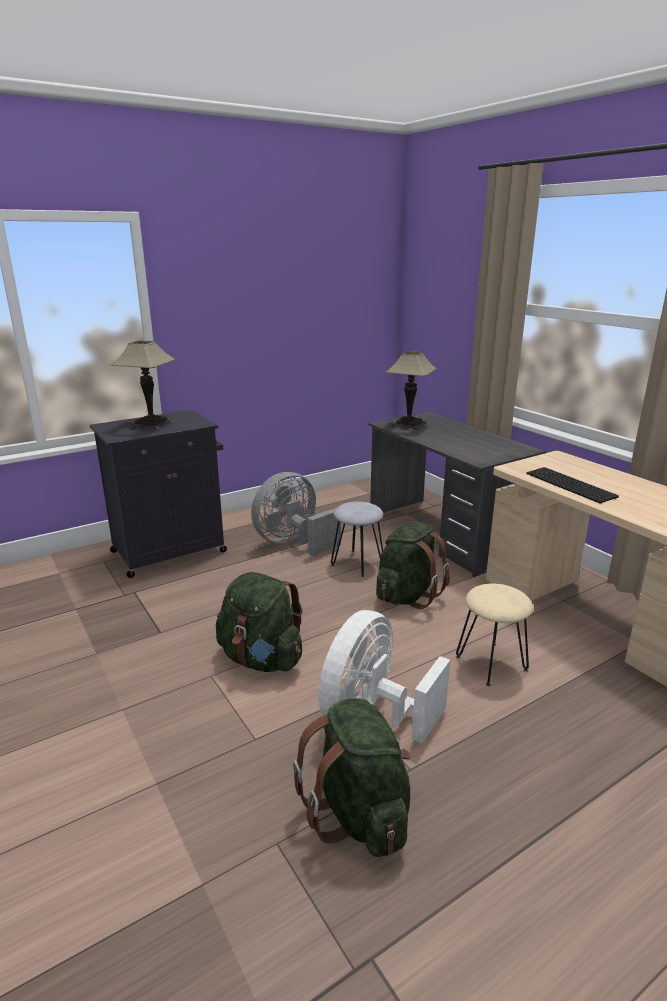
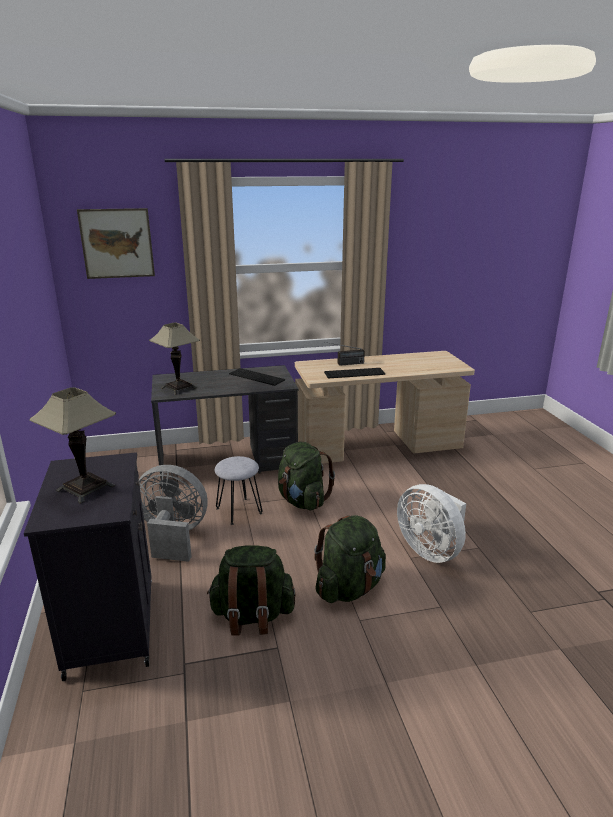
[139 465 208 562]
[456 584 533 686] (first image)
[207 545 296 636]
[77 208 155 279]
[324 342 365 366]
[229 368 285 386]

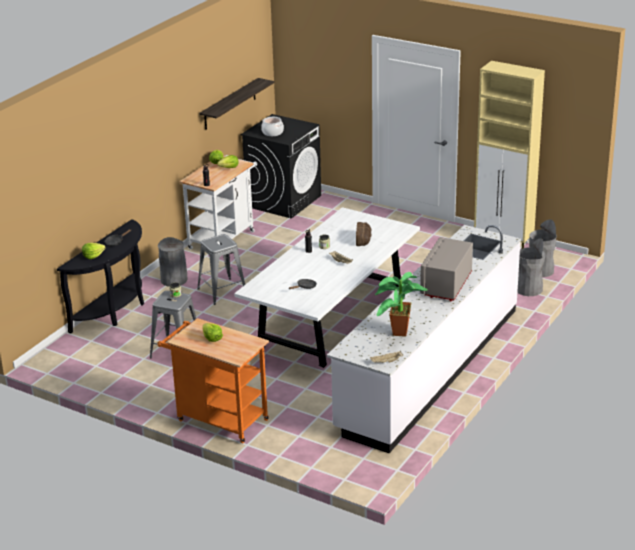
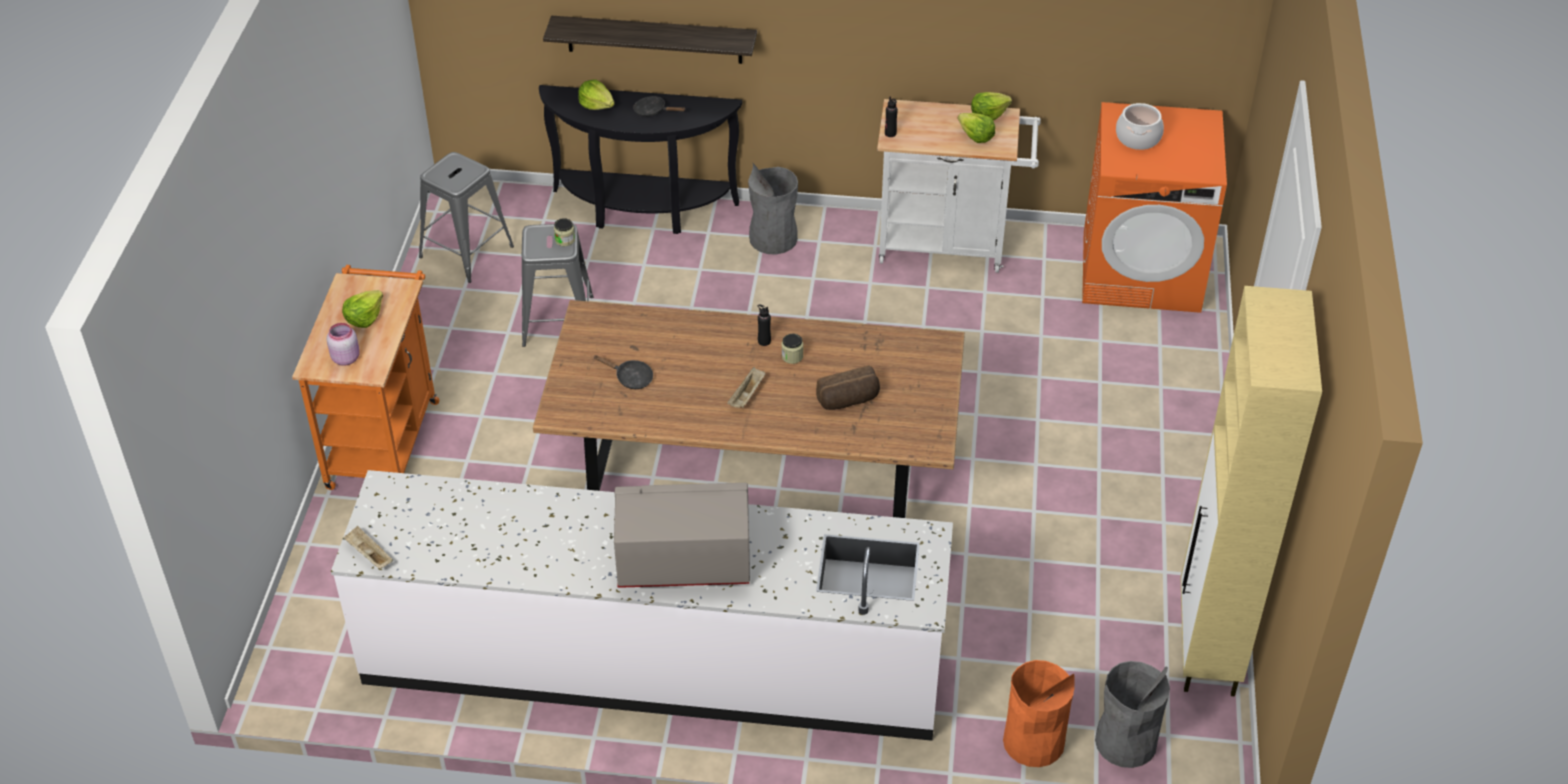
[543 16 757 64]
[1082 102 1227 313]
[533 300 965 518]
[419 152 514 283]
[1003 660 1075 767]
[374 272 428 337] (first image)
[327 323 360 366]

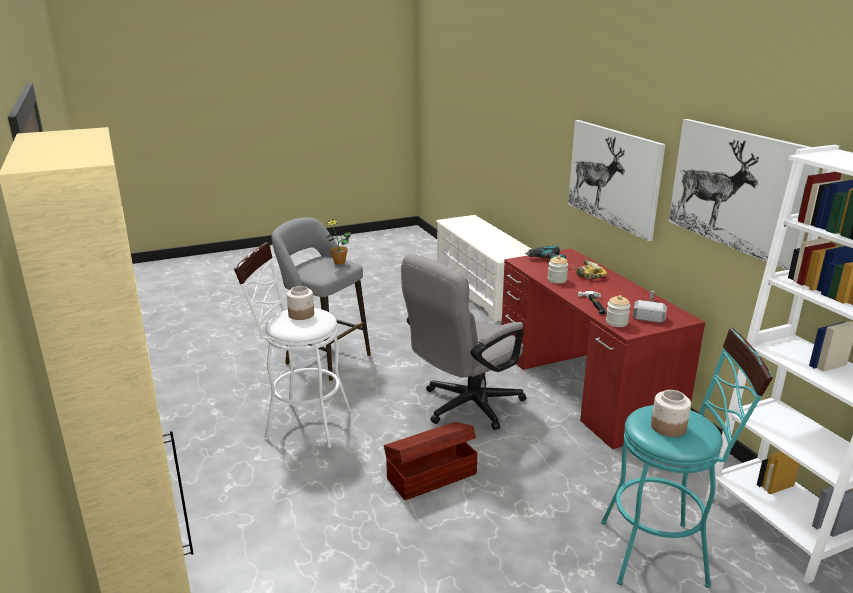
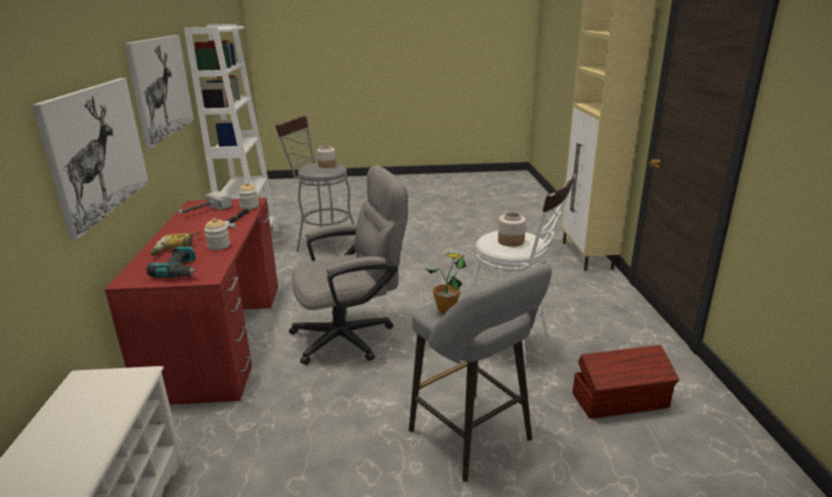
[275 116 354 257]
[573 345 679 419]

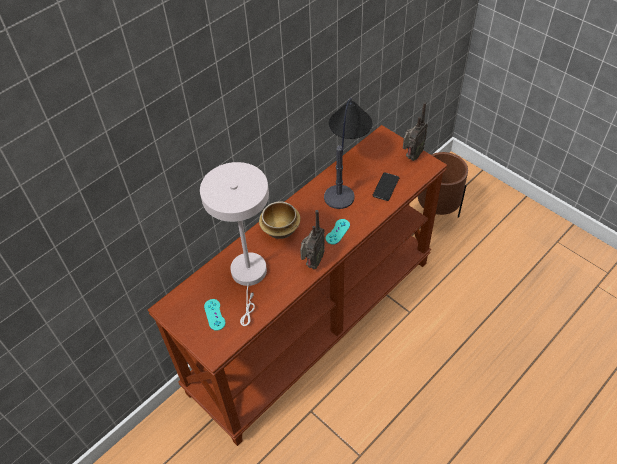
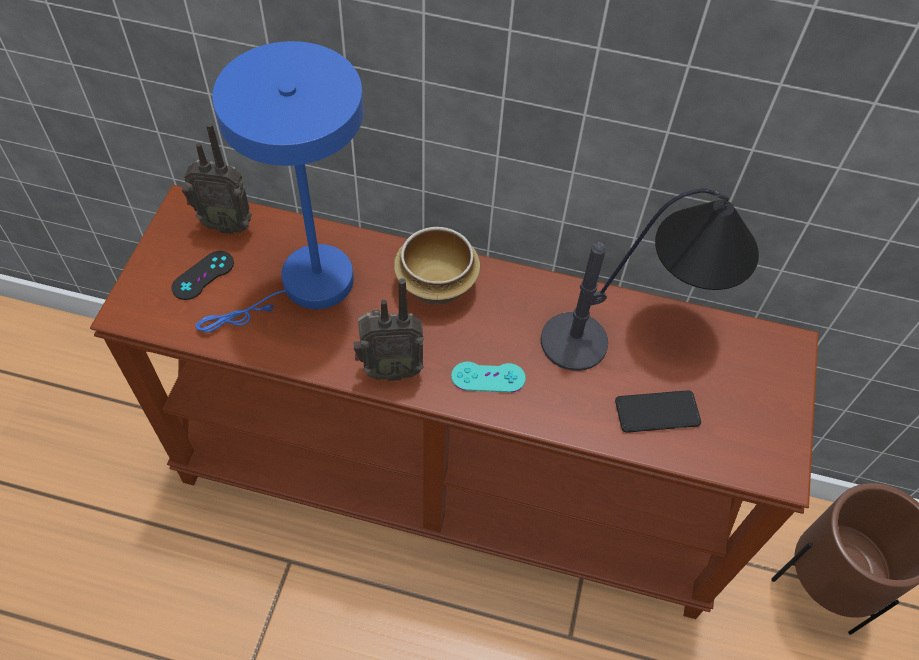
[182 123 252 234]
[195 41 364 332]
[171 251 234 300]

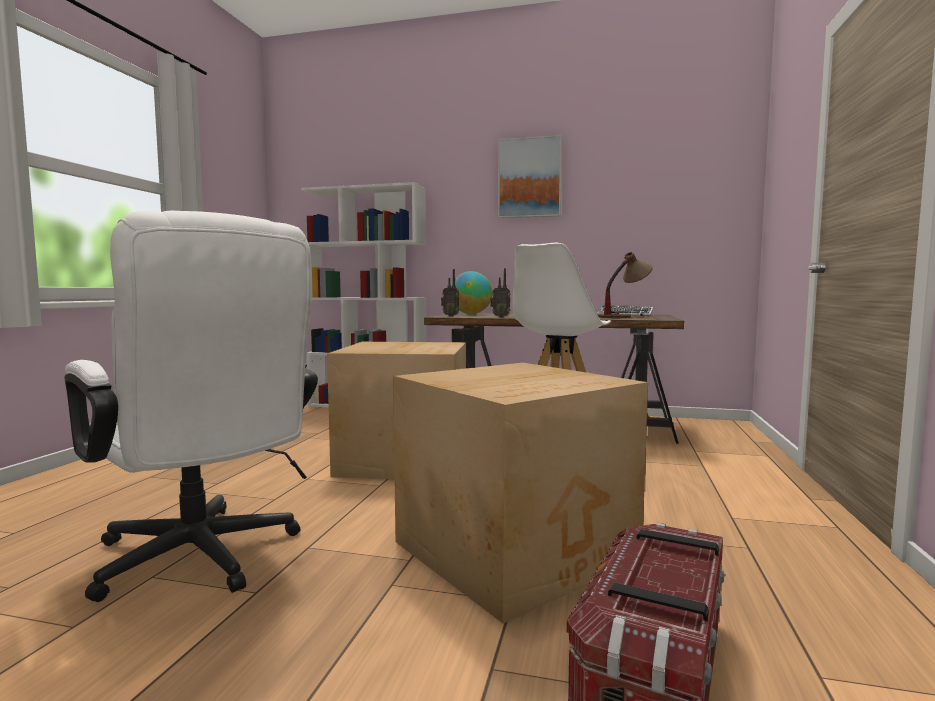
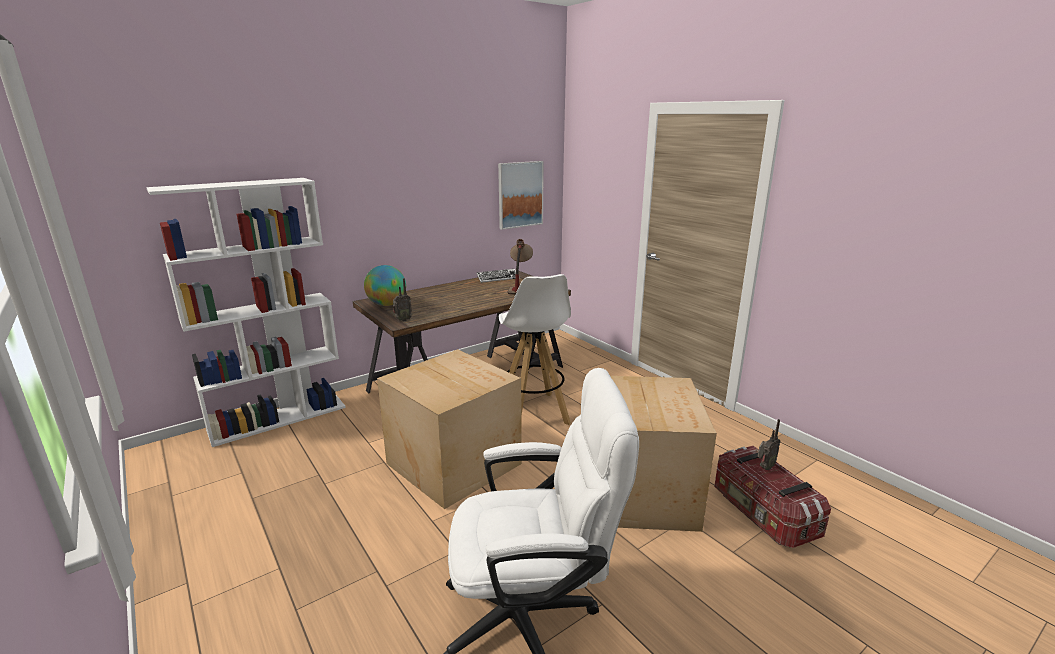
[498 161 544 230]
[757 419 780 470]

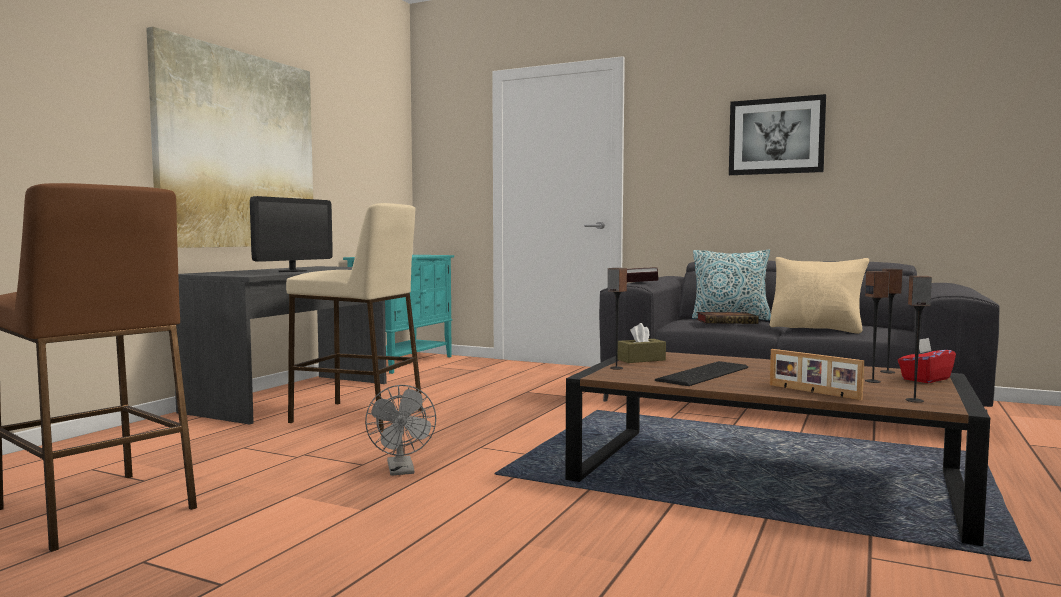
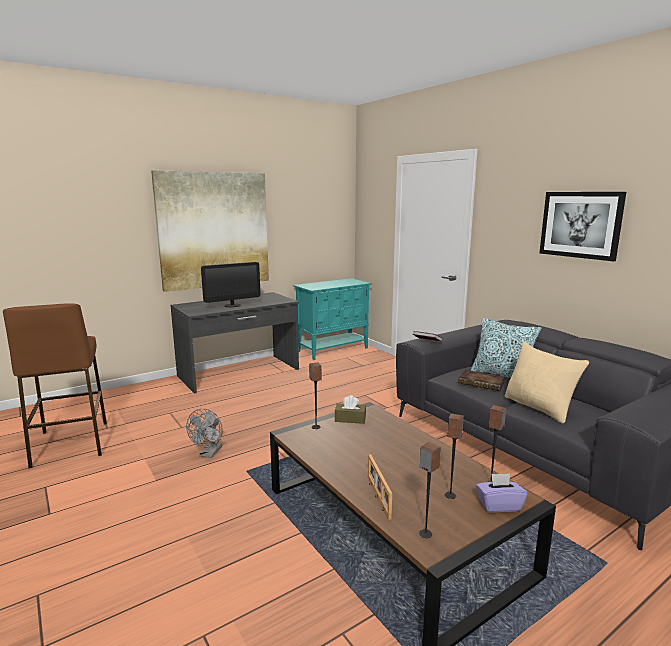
[286 203 423 432] (first image)
[476 474 528 513]
[655 361 748 386] (first image)

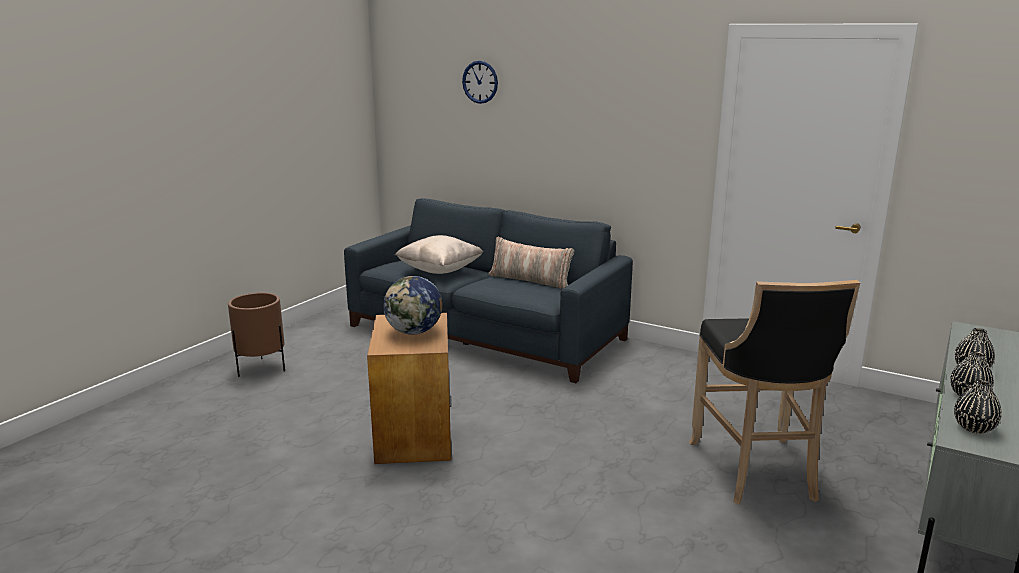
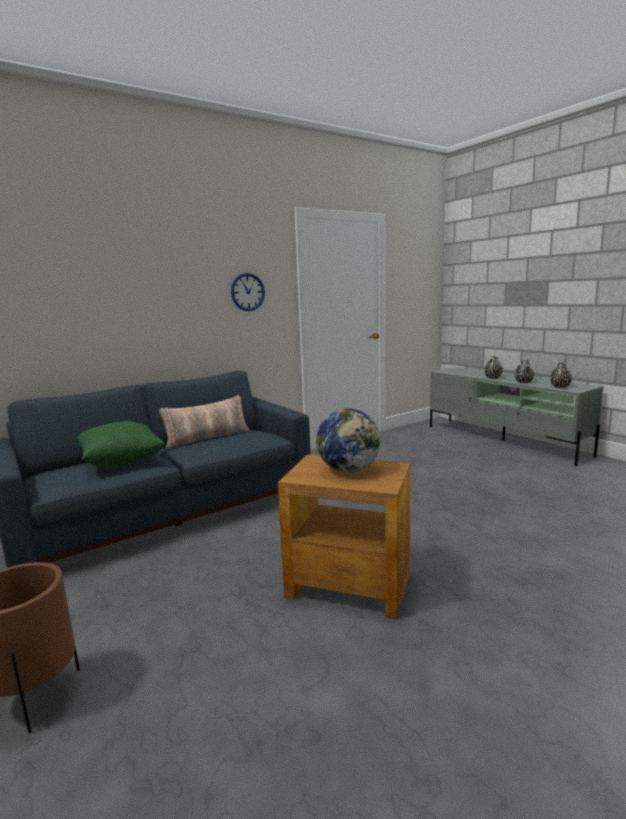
[231 273 265 311]
[76 421 165 466]
[689 280 860 504] (first image)

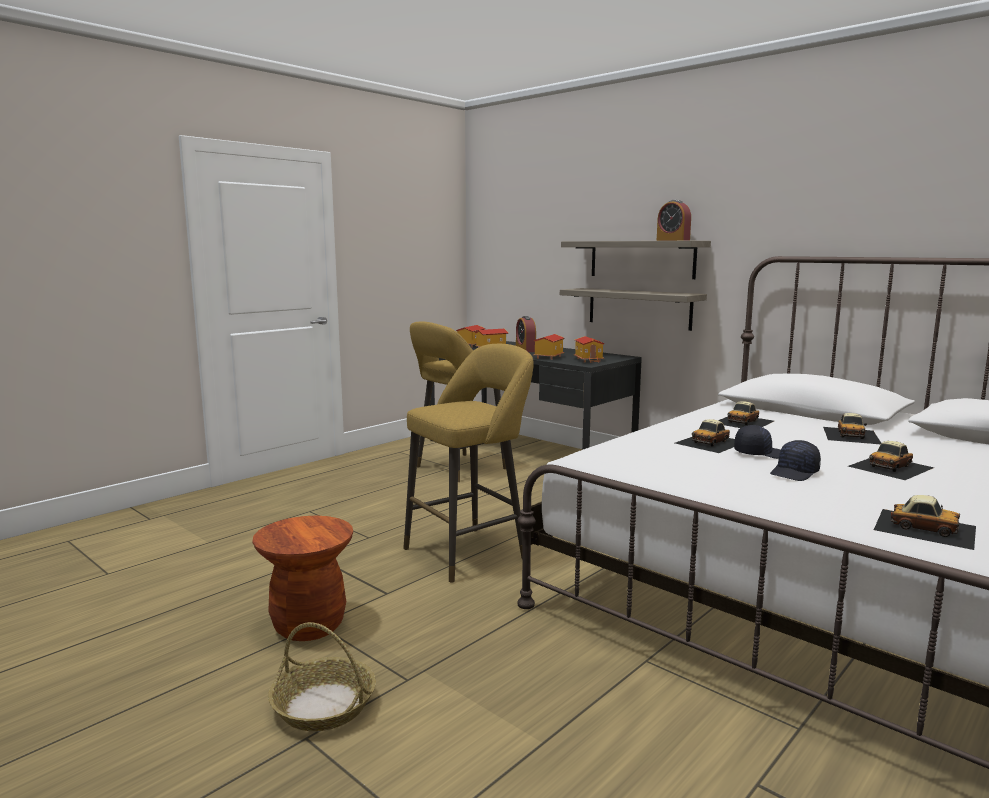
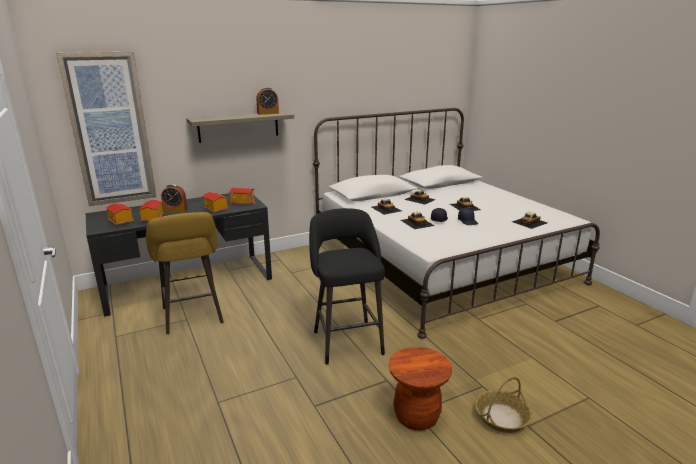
[560 288 707 331] (first image)
[309 208 385 365]
[56 51 156 206]

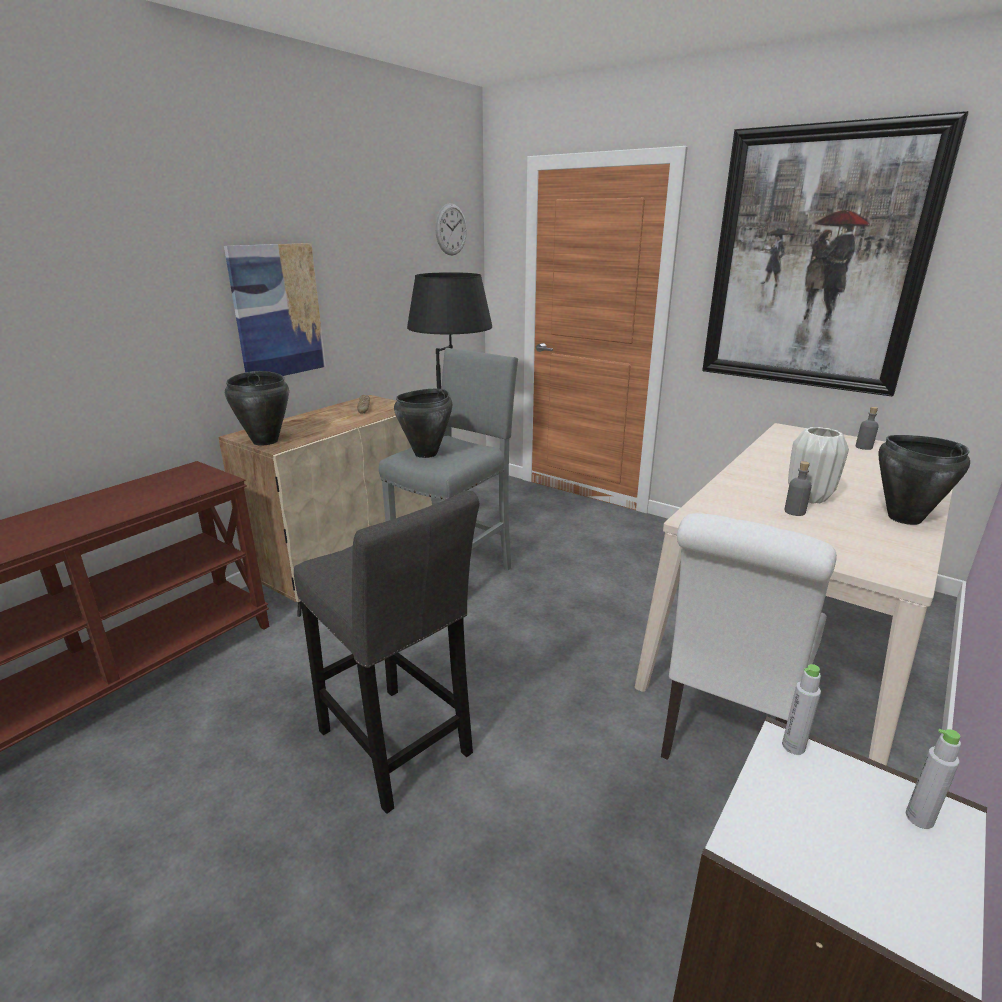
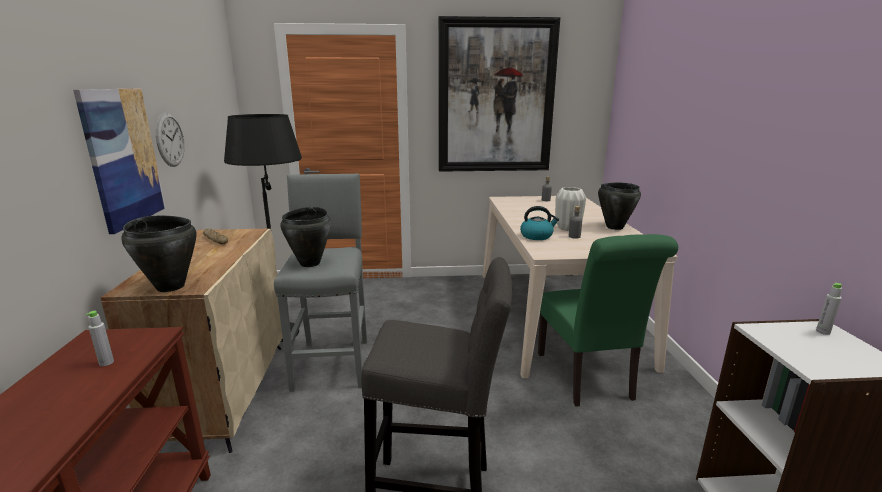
[156 112 184 167]
[538 234 678 407]
[86 311 114 366]
[520 206 559 240]

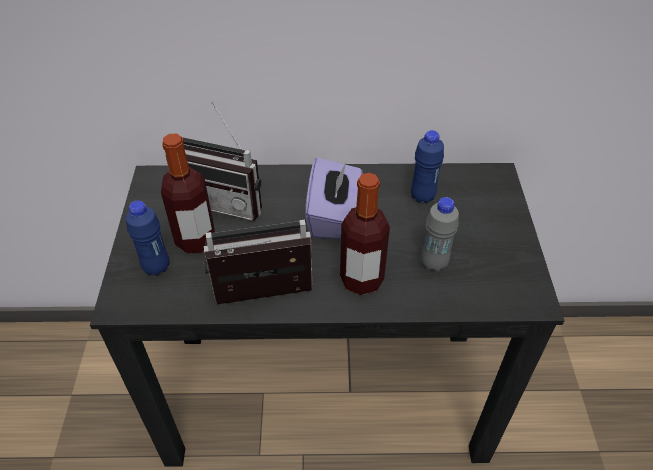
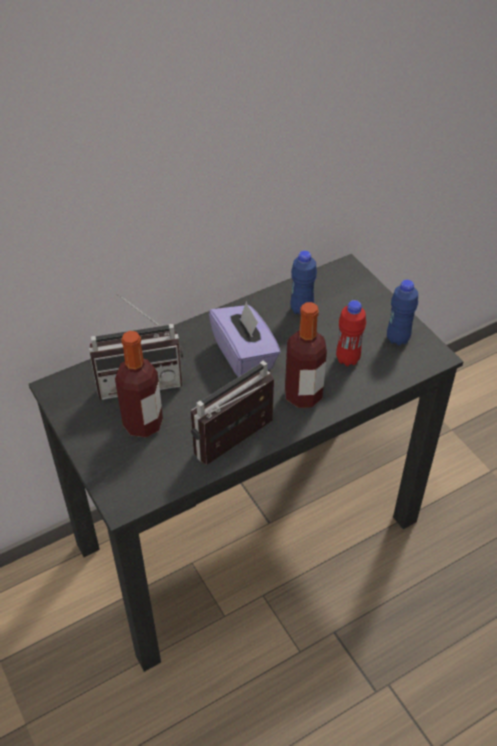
[336 300 366 366]
[387 280 418 346]

